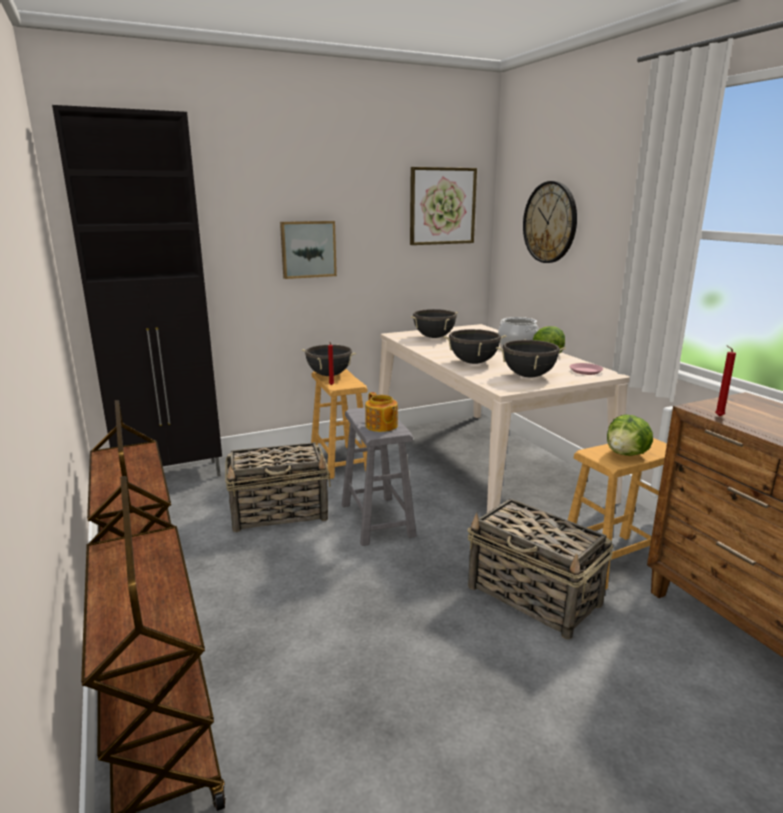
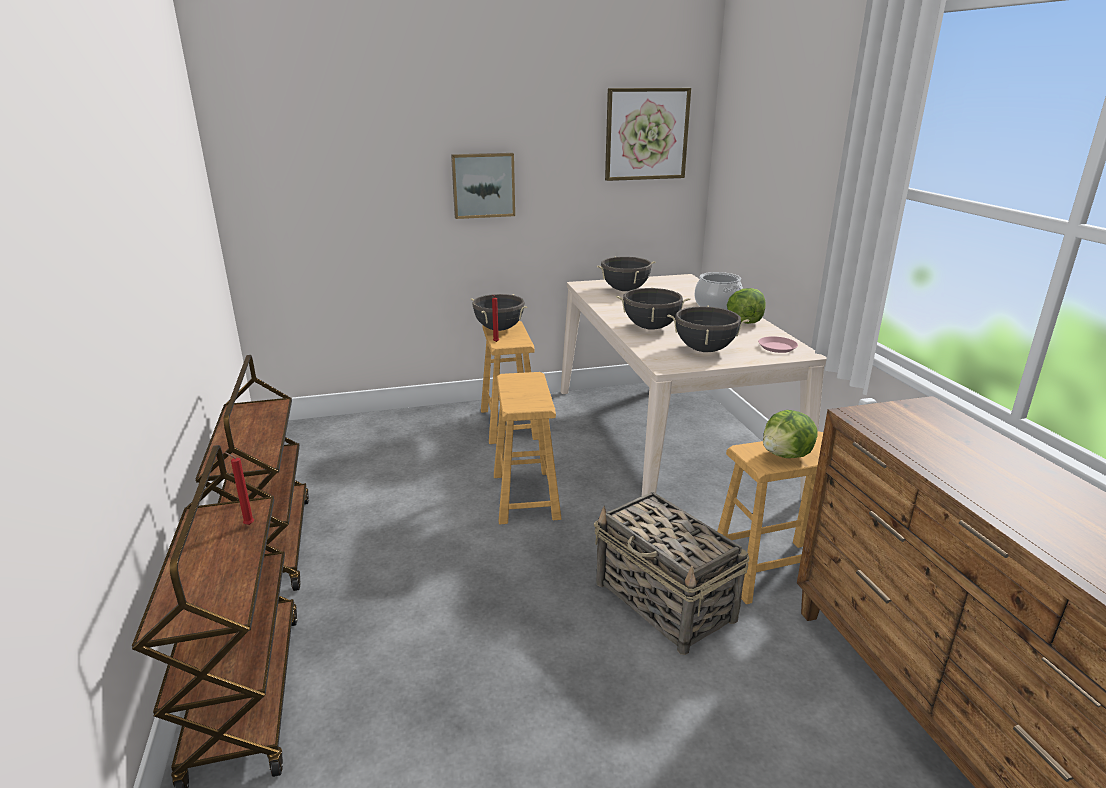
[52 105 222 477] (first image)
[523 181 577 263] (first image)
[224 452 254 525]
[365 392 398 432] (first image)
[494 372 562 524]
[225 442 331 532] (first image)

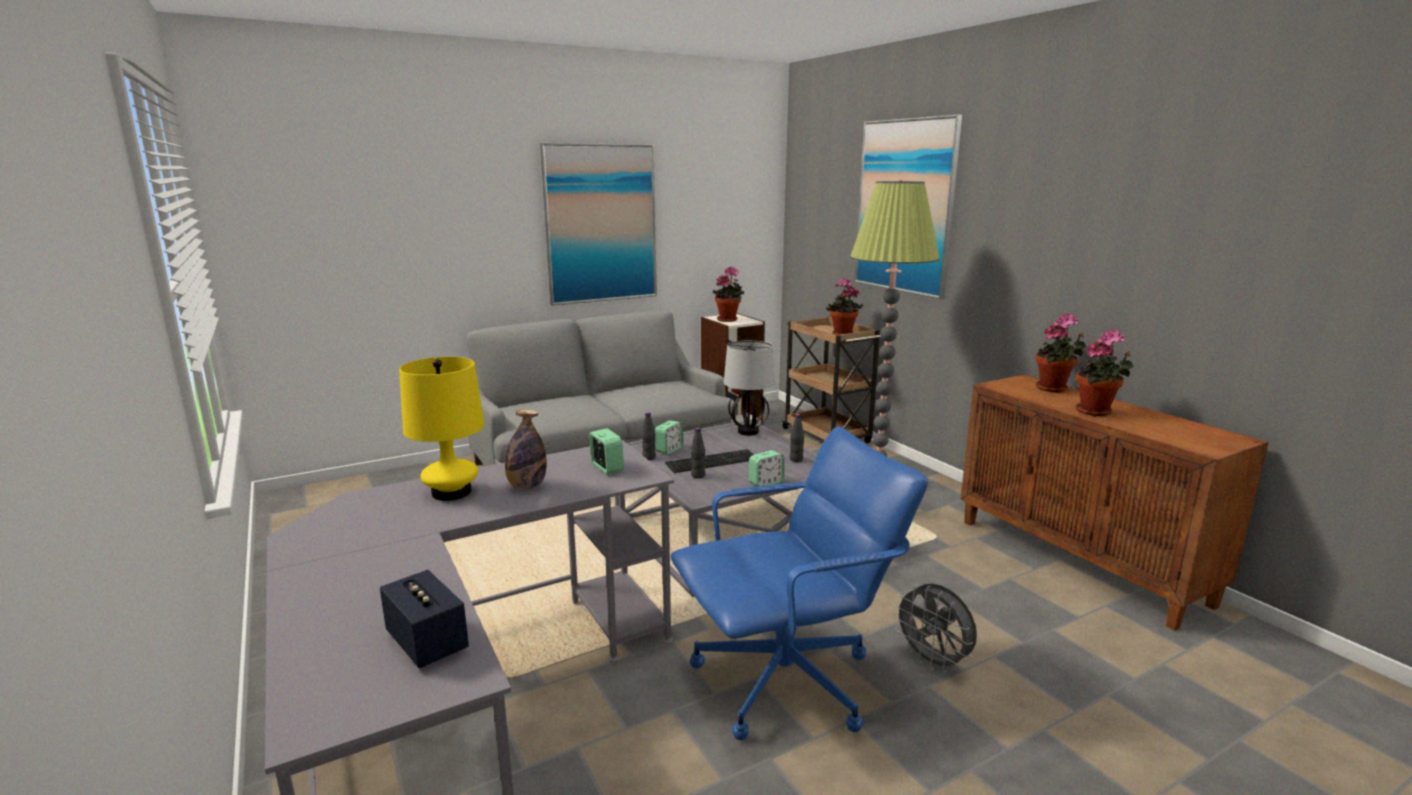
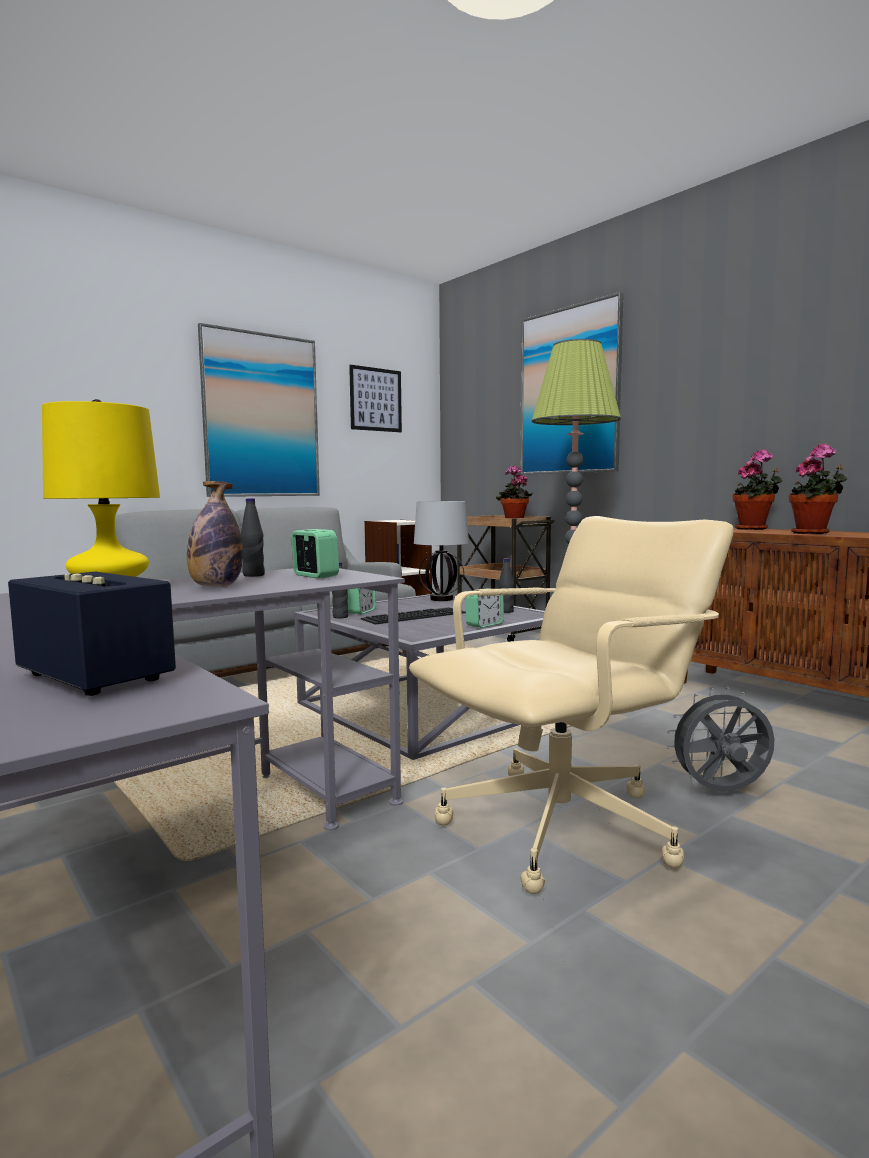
[712 267 744 322] (first image)
[409 516 734 894]
[241 498 265 577]
[667 687 775 791]
[349 365 402 432]

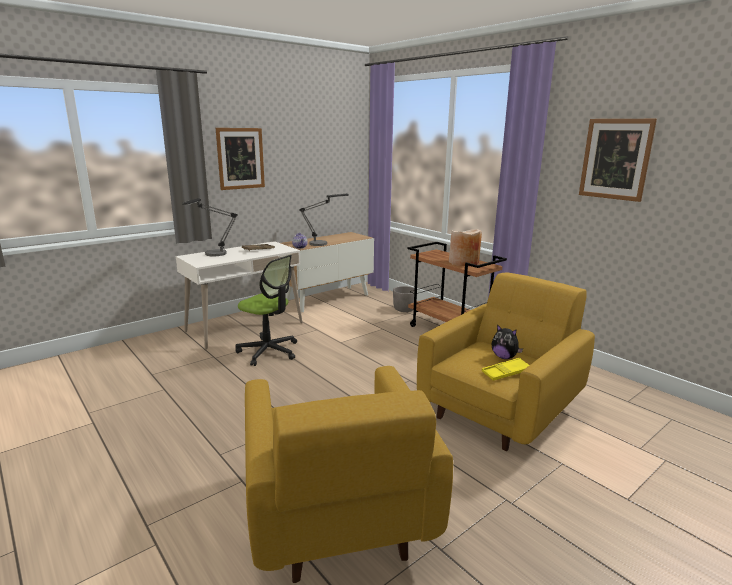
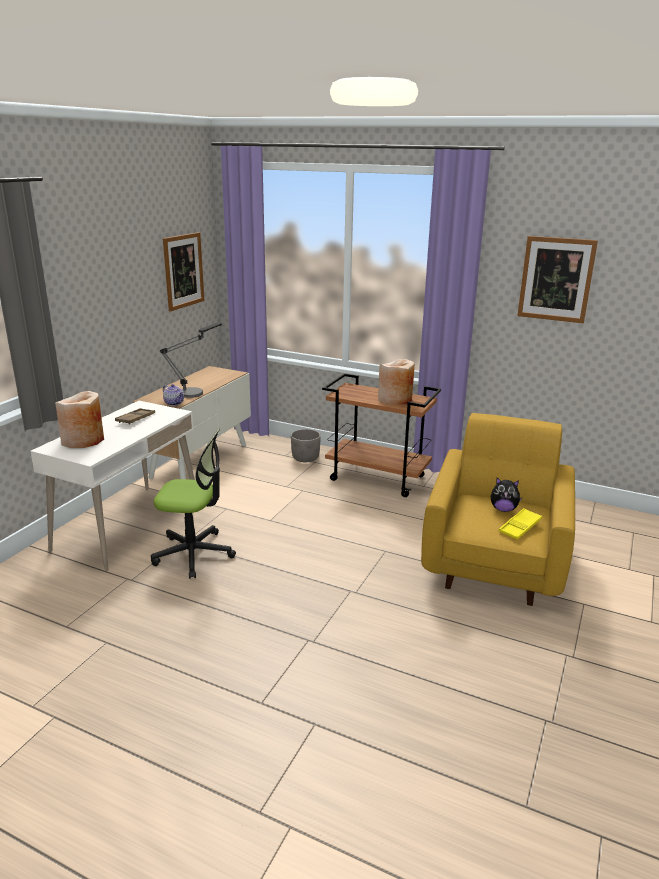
[163 232 204 311]
[55 391 104 448]
[245 366 453 583] (first image)

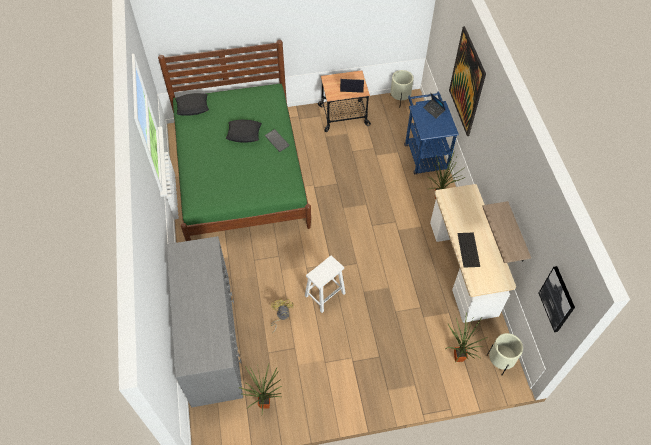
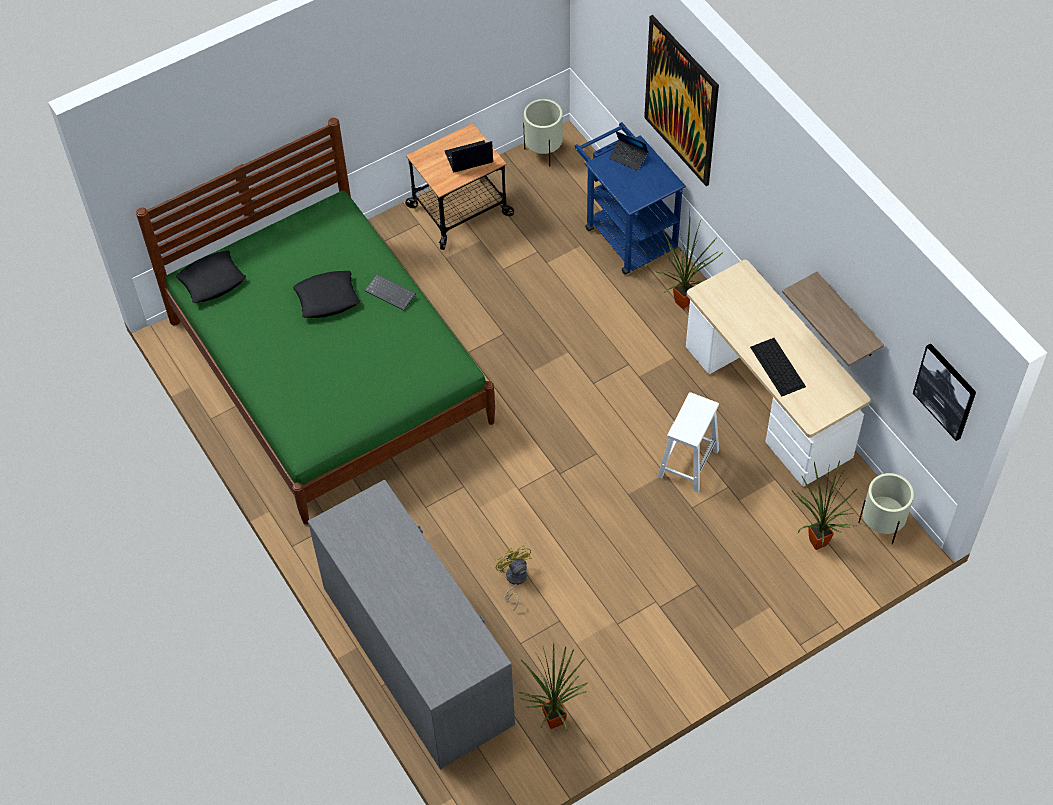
[658 392 719 493]

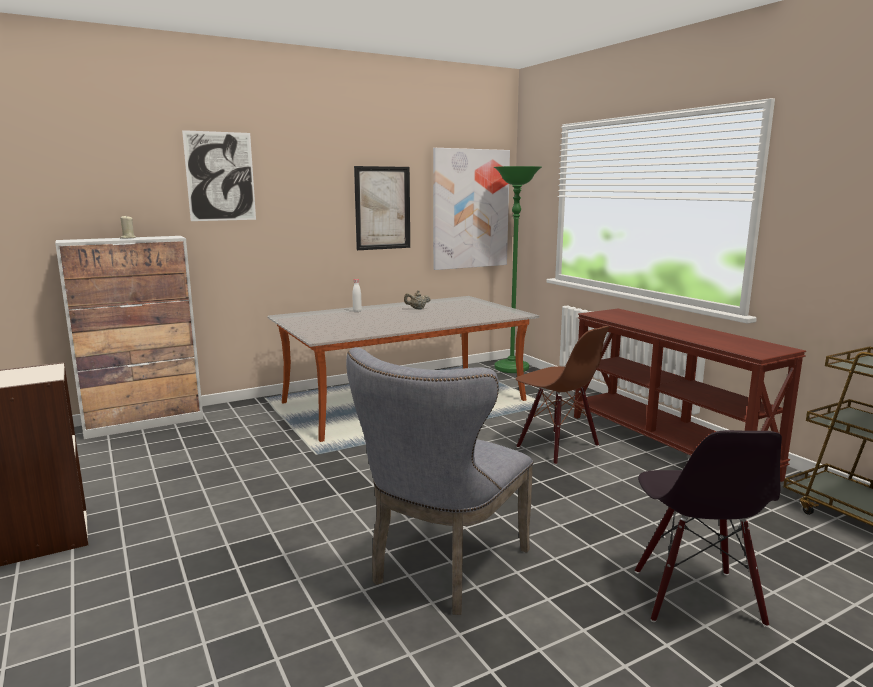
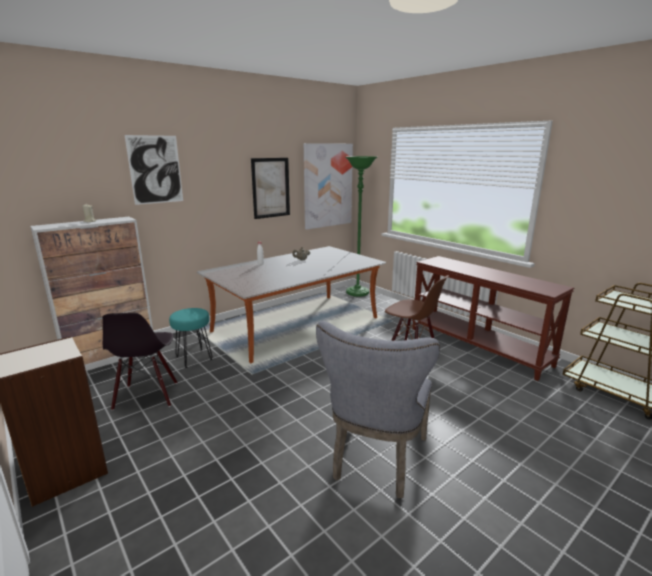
[102 312 177 410]
[169 308 213 368]

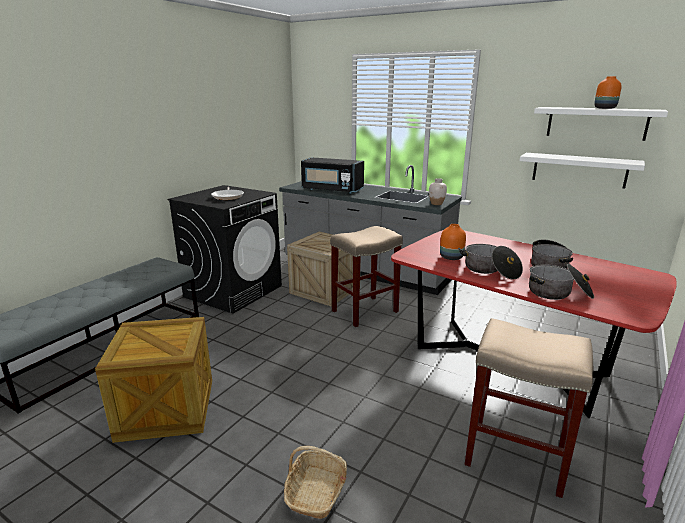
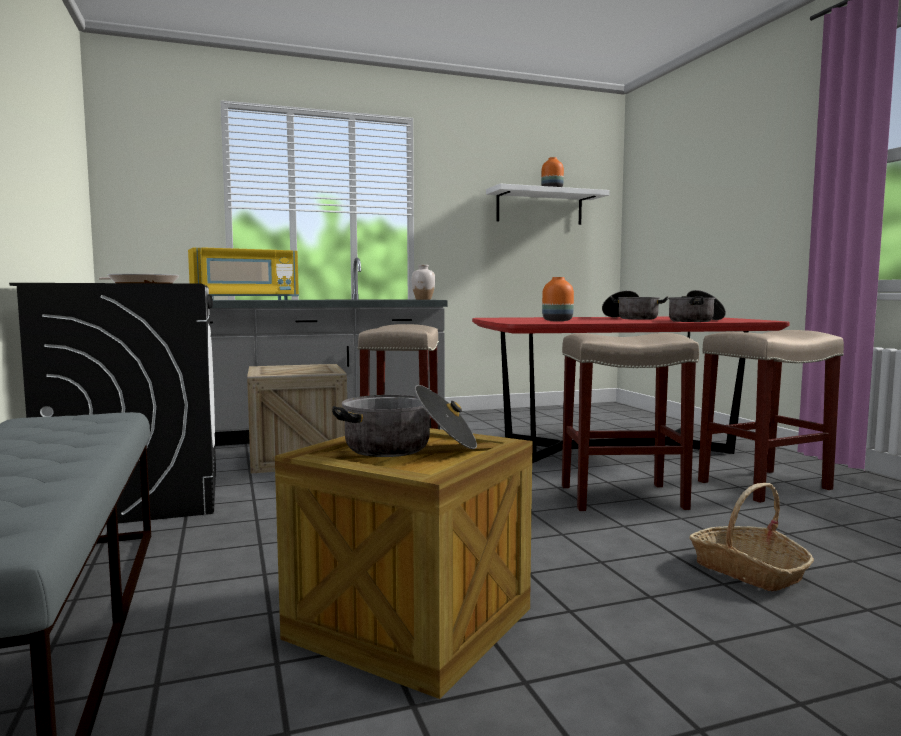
[520 153 645 189] (first image)
[188 247 299 300]
[332 385 477 457]
[562 333 699 511]

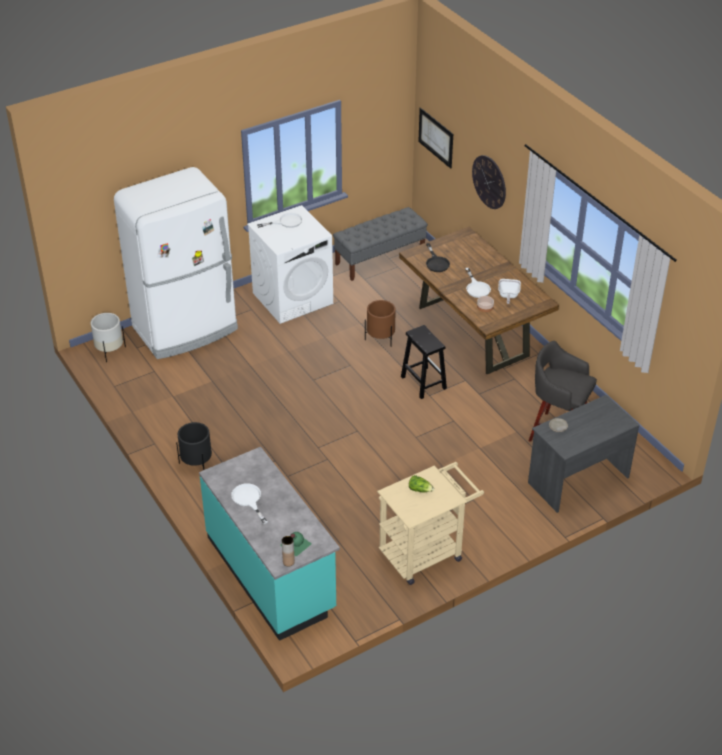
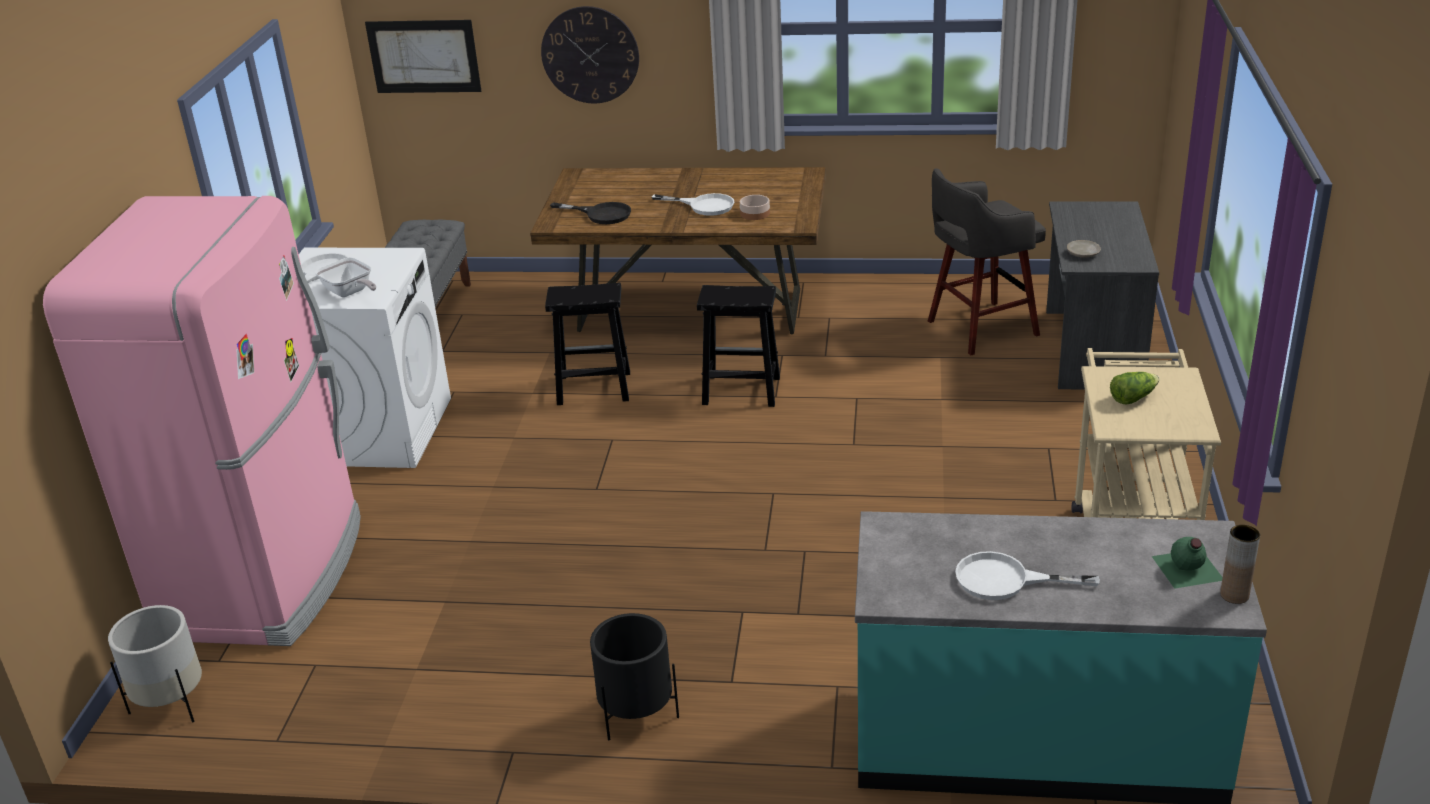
[43 196 361 646]
[315 258 376 297]
[545 283 630 405]

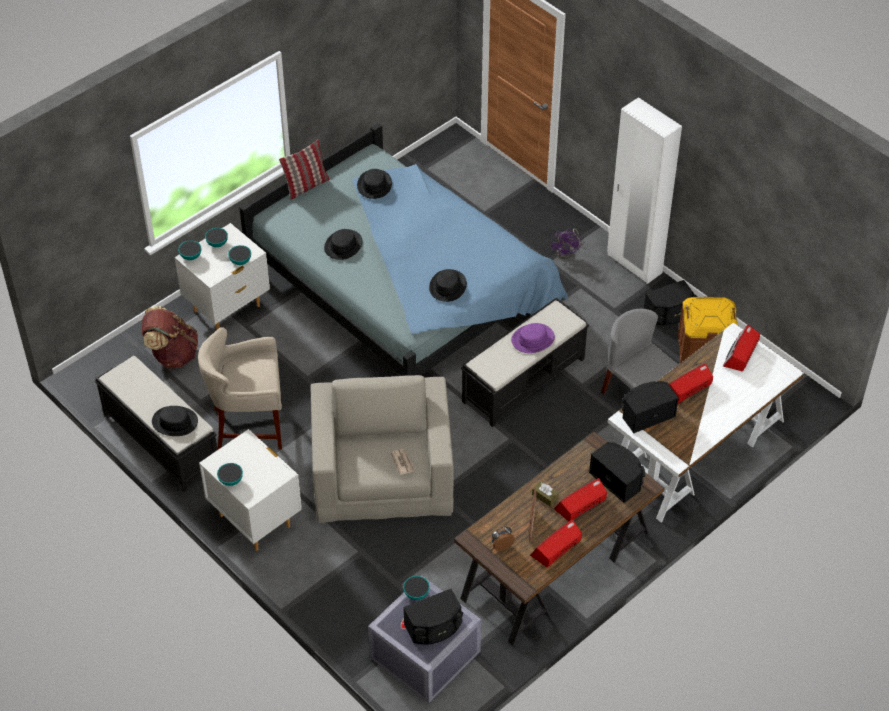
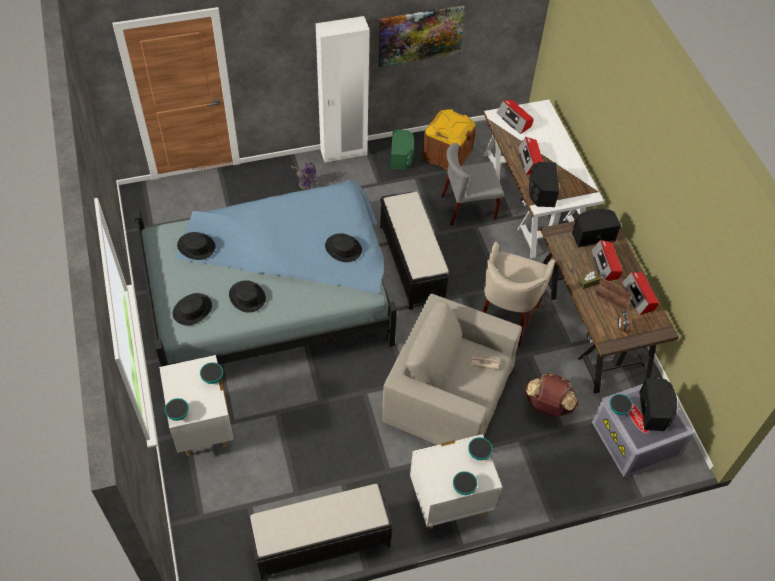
[279 140 330 200] (first image)
[468 437 492 460]
[390 129 414 170]
[525 373 578 417]
[511 323 555 353] (first image)
[483 242 555 347]
[173 293 212 325]
[378 5 466 67]

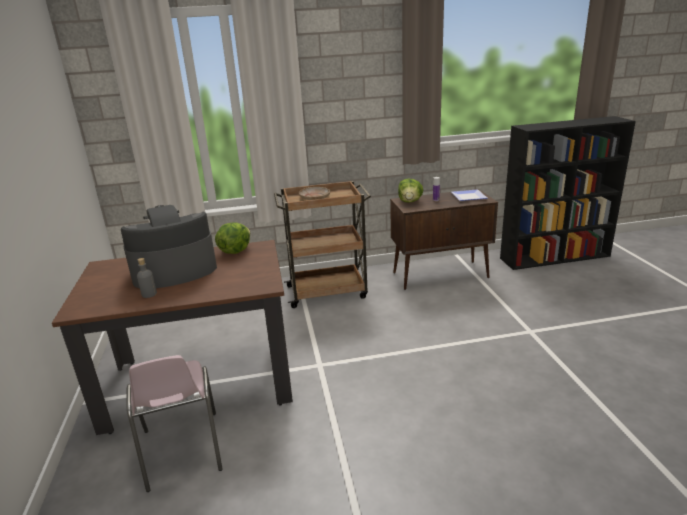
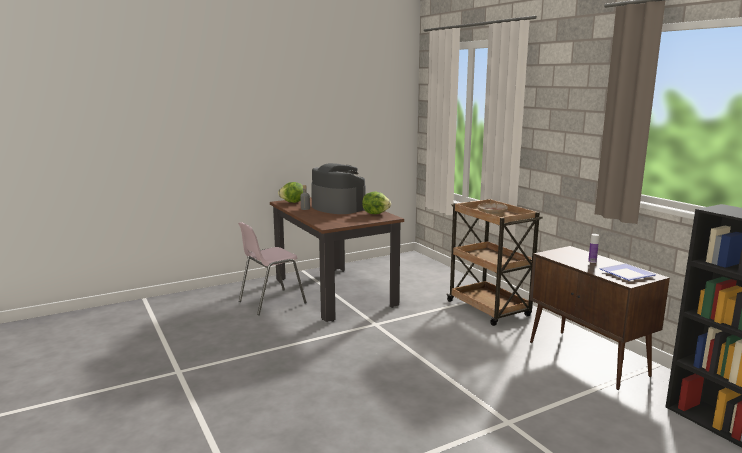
[278 182 303 203]

